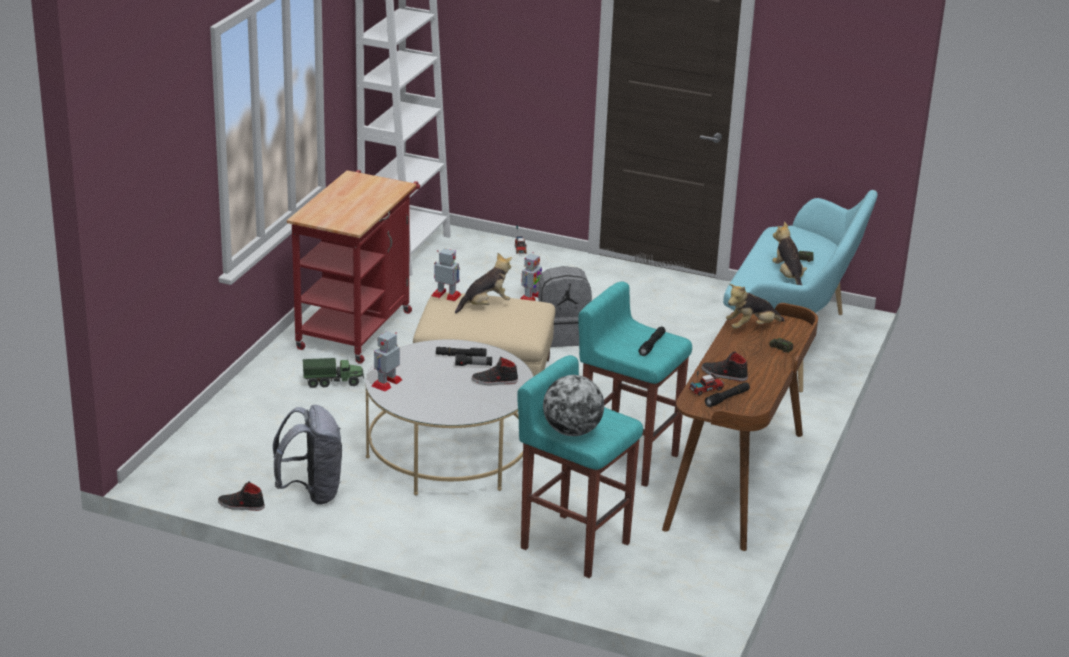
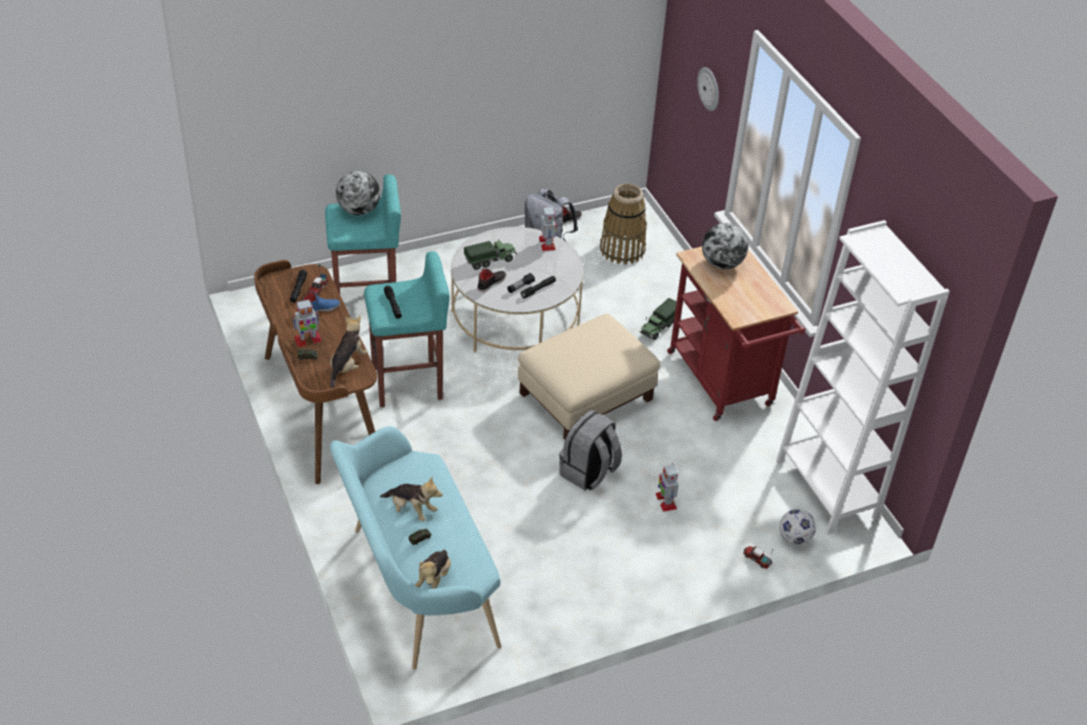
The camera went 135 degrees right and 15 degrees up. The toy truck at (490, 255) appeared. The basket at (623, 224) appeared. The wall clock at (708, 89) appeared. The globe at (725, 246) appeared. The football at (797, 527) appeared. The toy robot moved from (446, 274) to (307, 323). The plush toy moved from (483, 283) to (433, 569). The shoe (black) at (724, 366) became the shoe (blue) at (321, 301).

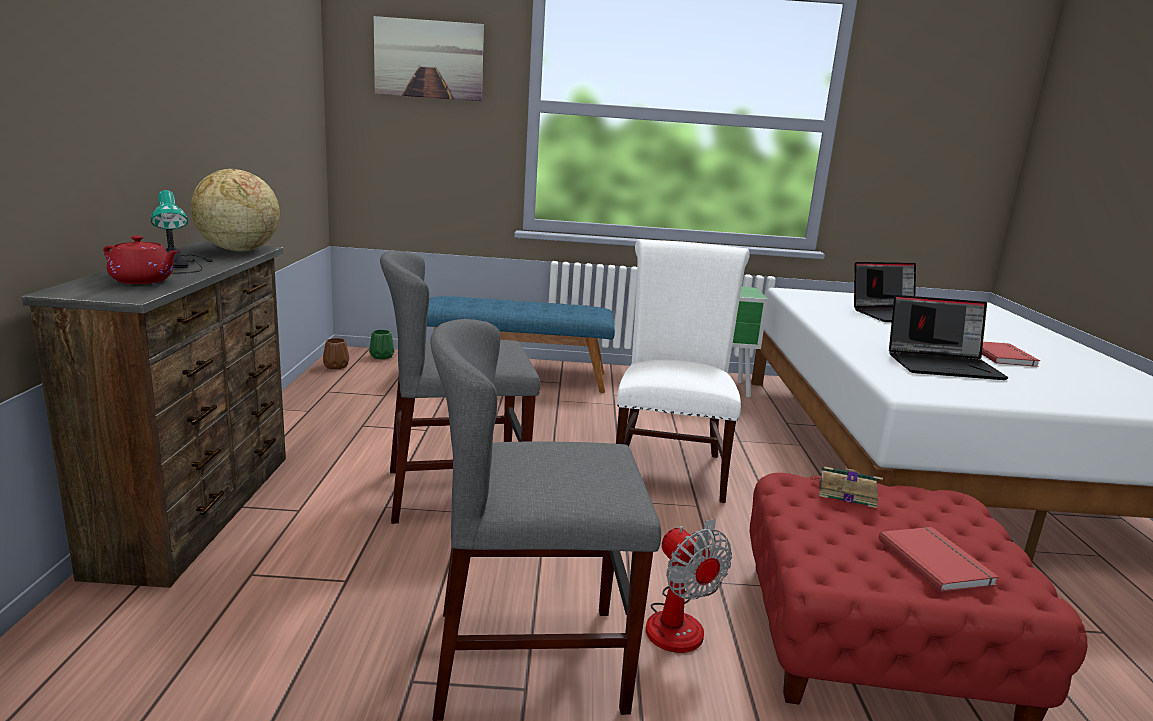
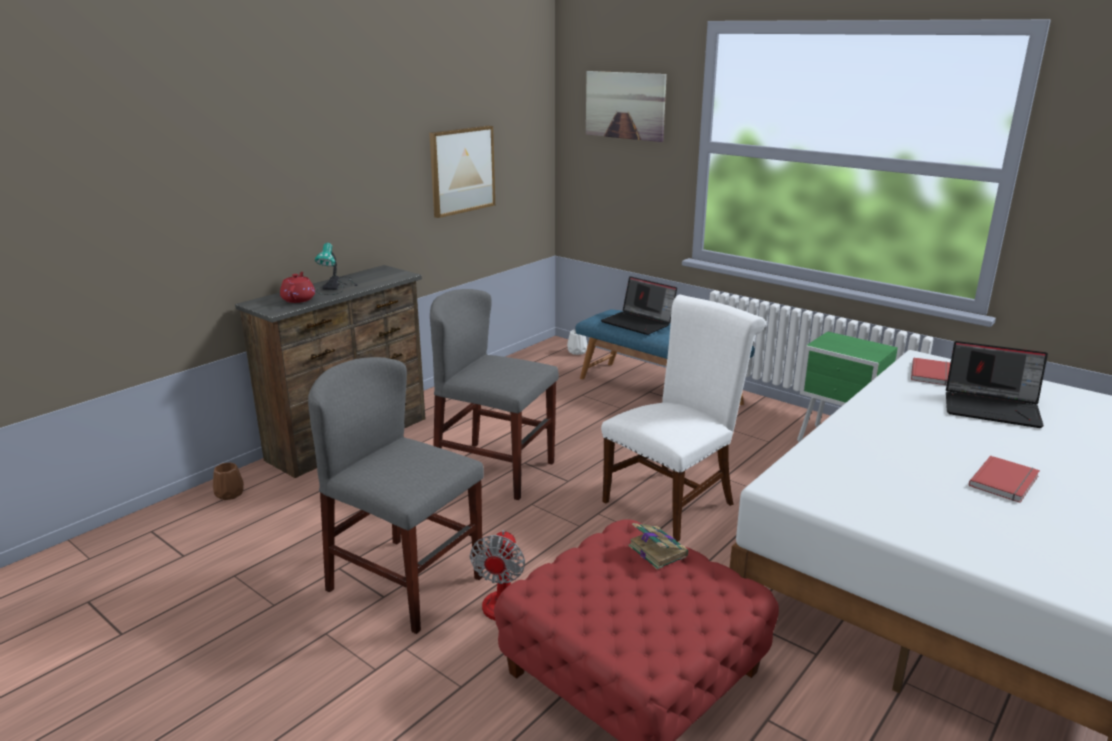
The camera went 40 degrees right and 5 degrees up. The globe at (235, 210) disappeared. The picture at (462, 171) appeared. The vase (brown) moved from (336, 353) to (228, 481). The book (red) moved from (938, 559) to (930, 371). The laptop moved from (949, 337) to (639, 305). The vase (green) at (381, 344) became the vase (white) at (577, 342). The teapot (red) at (141, 260) turned 150 degrees counterclockwise.

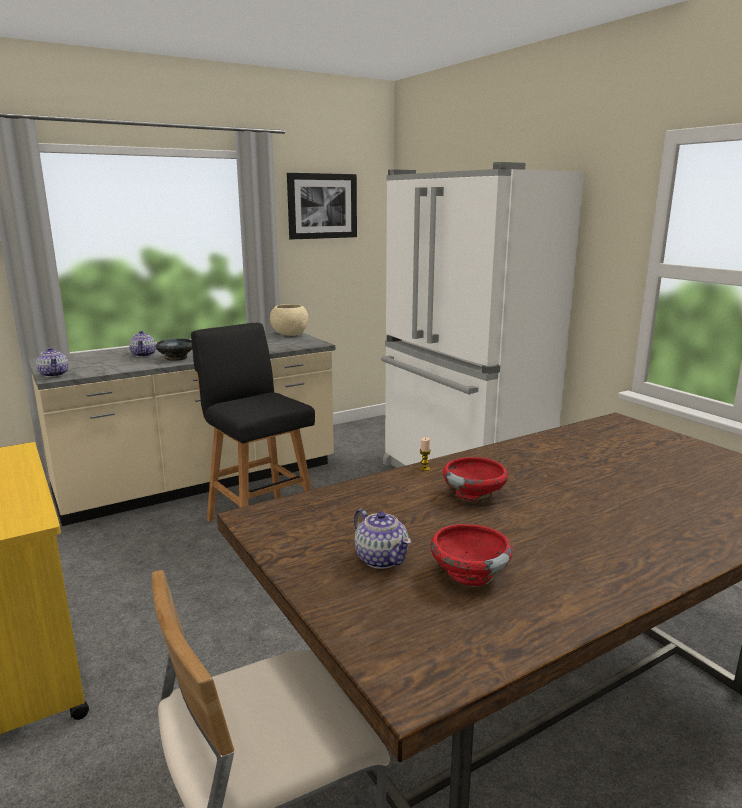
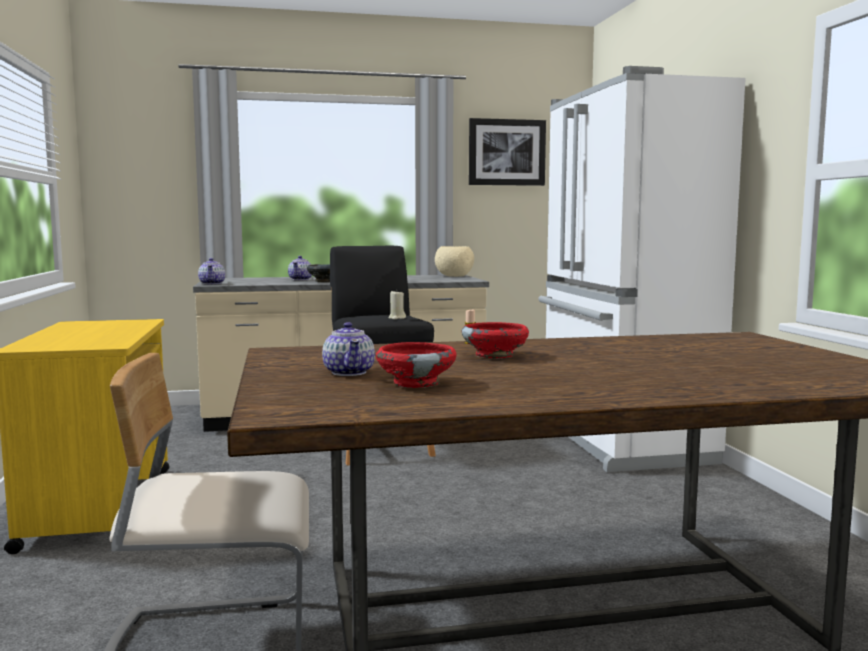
The camera went 20 degrees right and 10 degrees down. The candle (beige) at (397, 305) appeared.

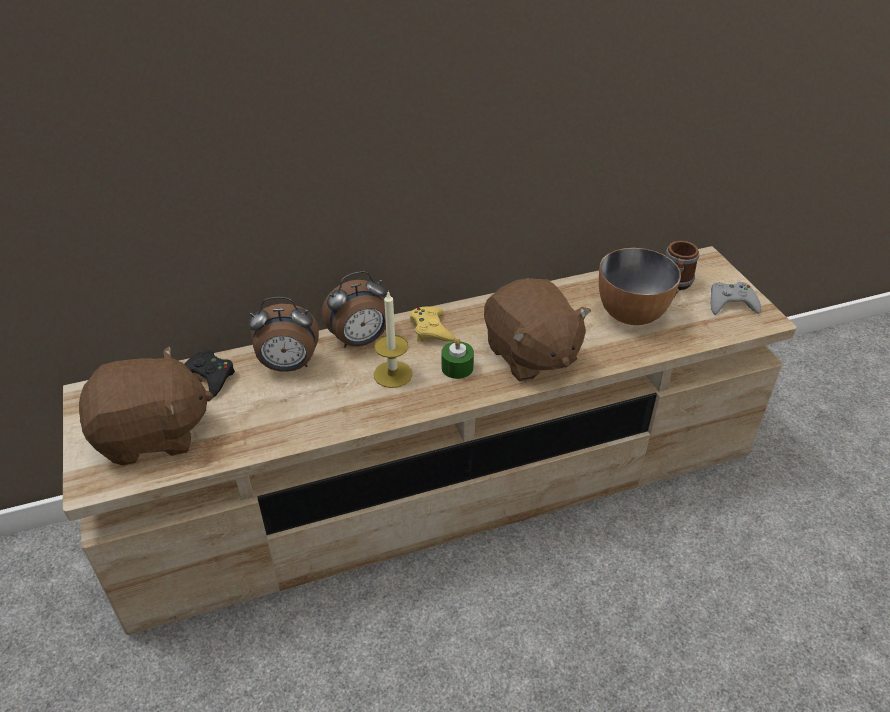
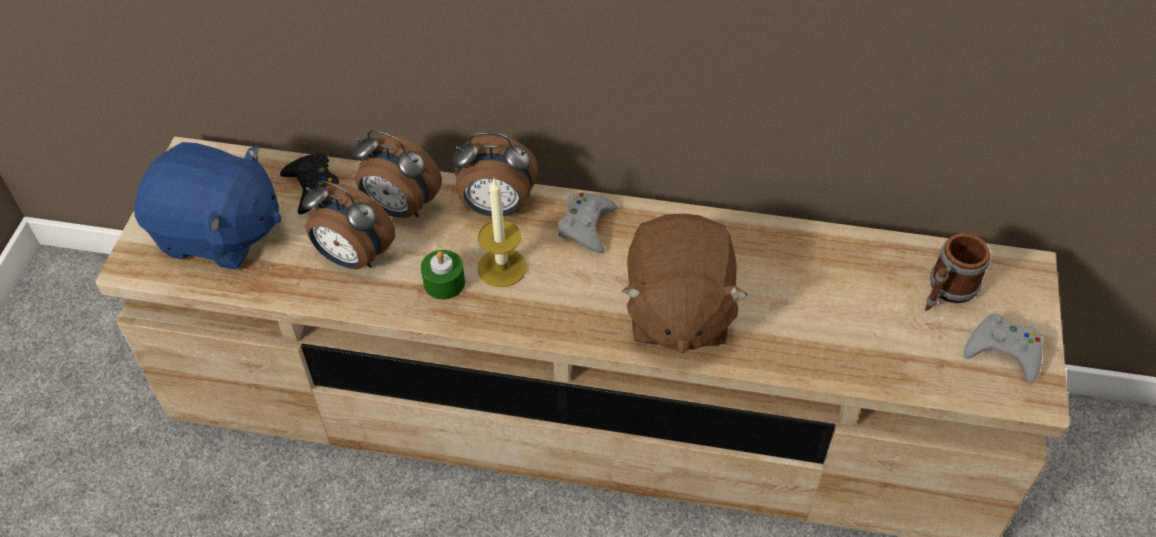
The camera went 30 degrees right and 10 degrees up. The bowl at (640, 286) disappeared. The alarm clock at (348, 224) appeared. The candle (green) moved from (457, 358) to (443, 275). The plush toy (brown) at (146, 406) became the plush toy (blue) at (207, 206). The game controller (yellow) at (433, 324) became the game controller (grey) at (588, 223).

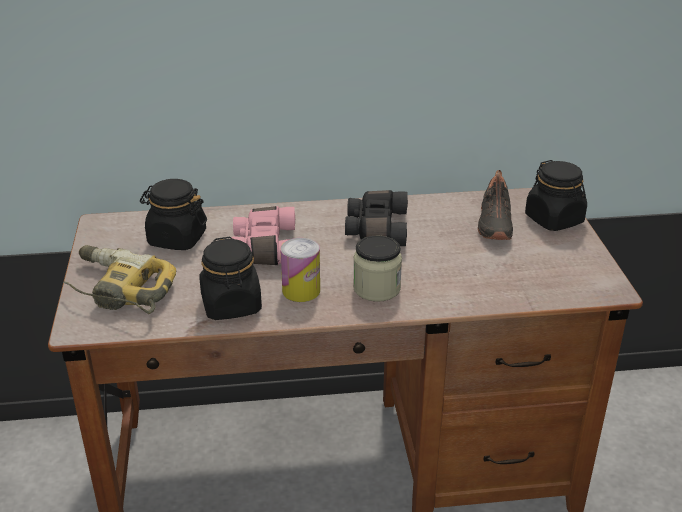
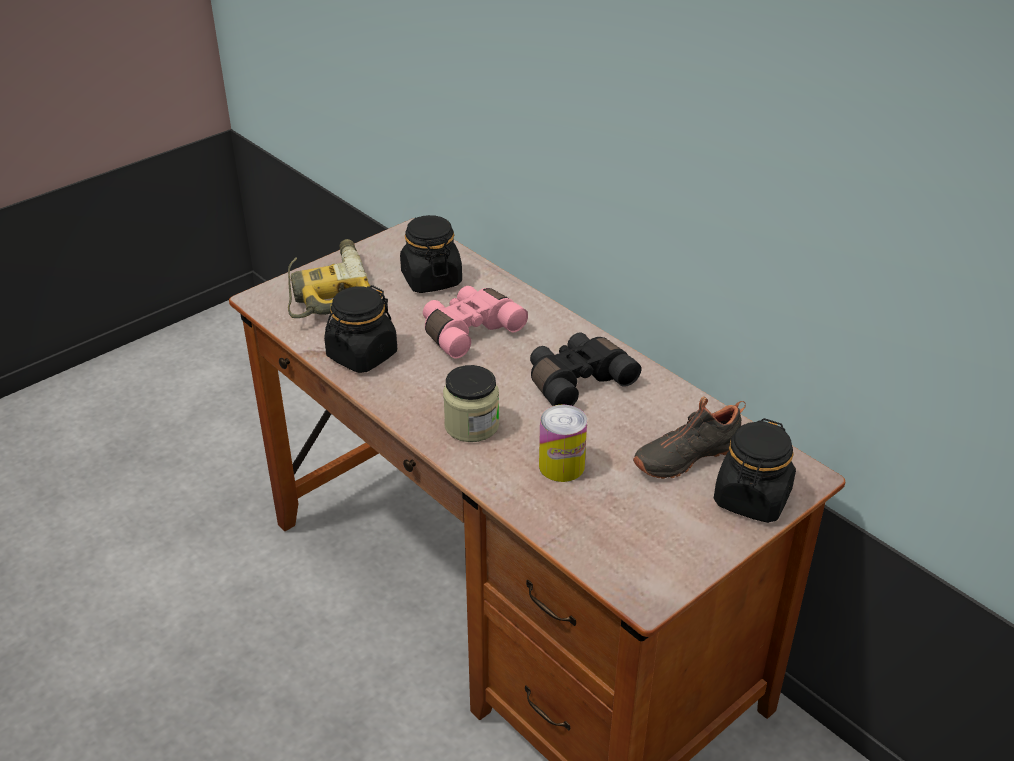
The camera went 55 degrees right and 5 degrees up. The can moved from (300, 270) to (563, 443).

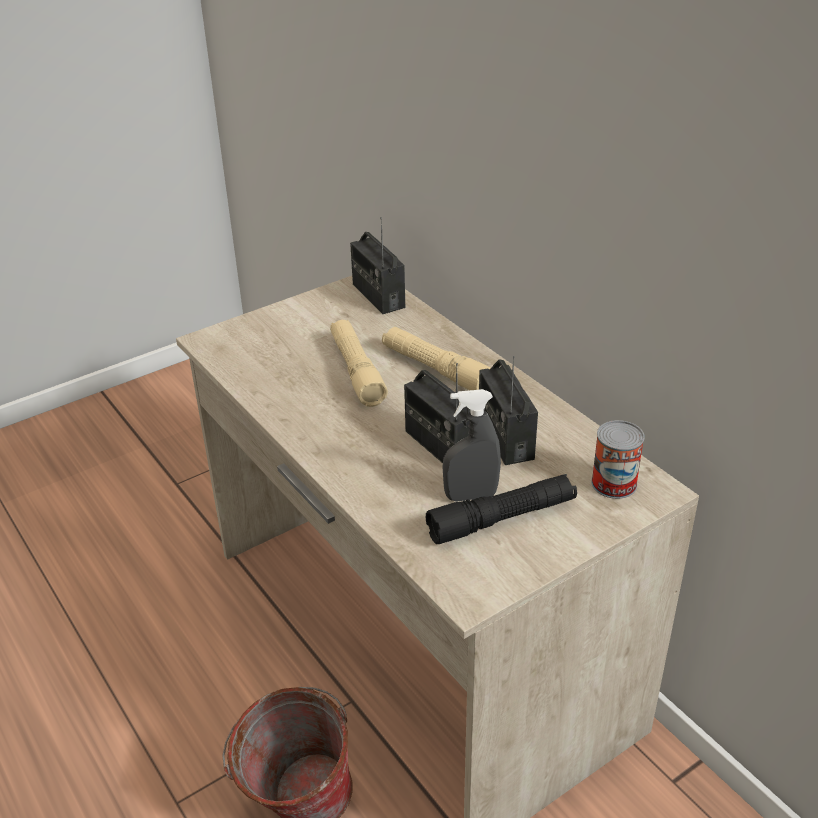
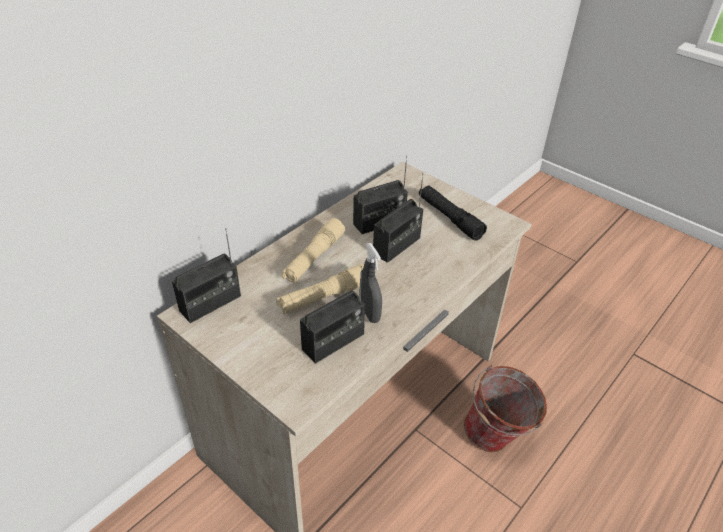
The camera went 105 degrees left and 5 degrees up. The can at (618, 459) disappeared. The radio at (332, 315) appeared. The spray bottle (grey) moved from (471, 445) to (371, 283).

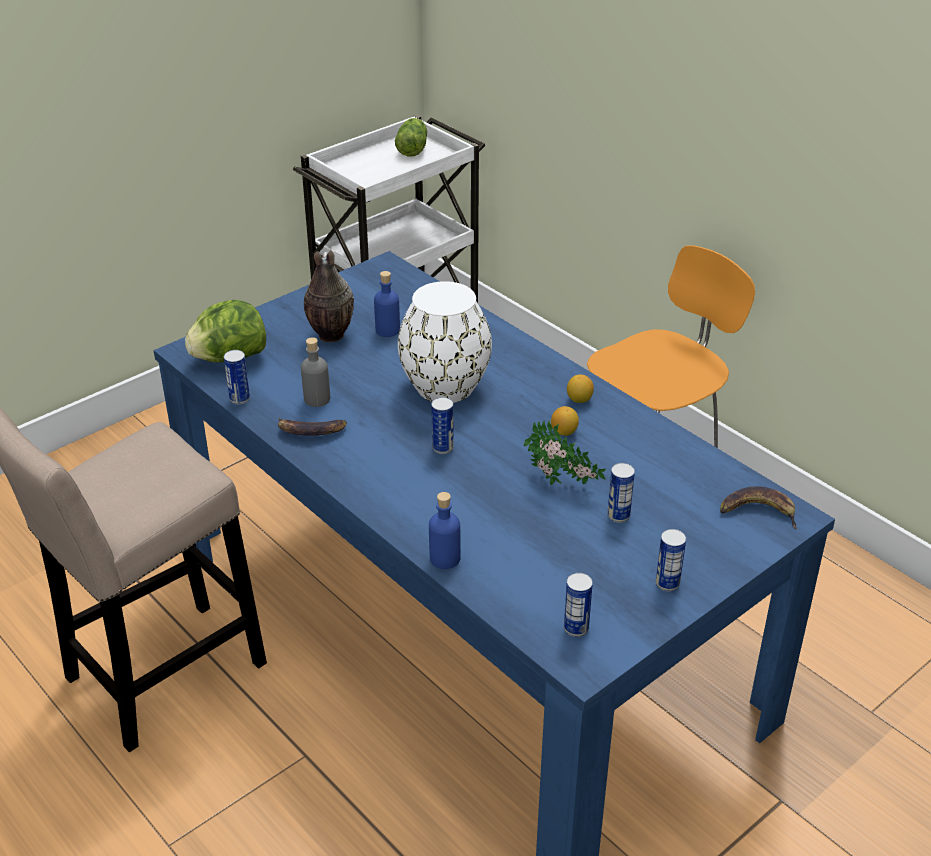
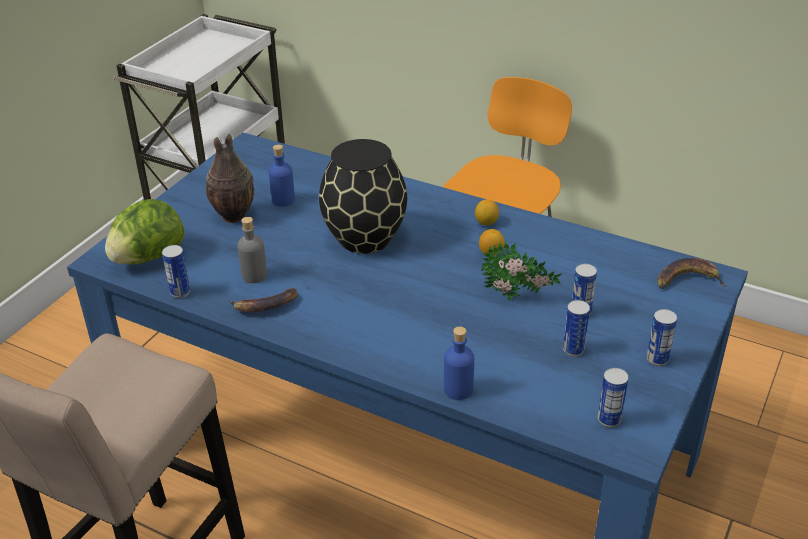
The camera went 20 degrees left and 0 degrees up. The lettuce at (411, 137) disappeared. The can moved from (442, 425) to (576, 328). The vase (white) at (445, 342) became the vase (black) at (363, 196).

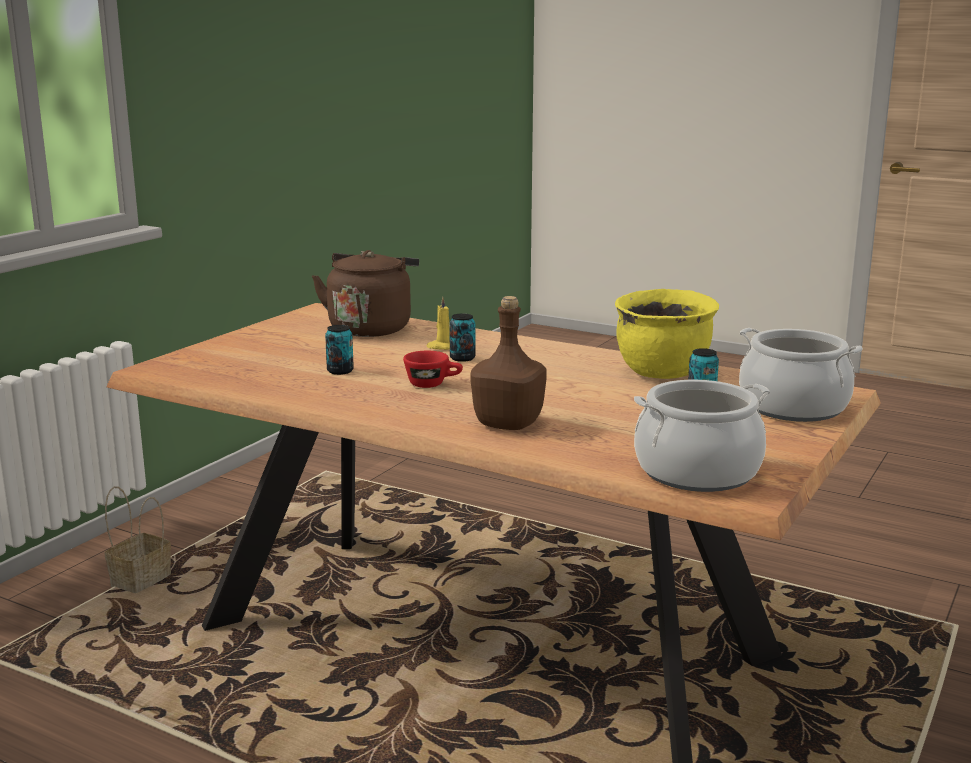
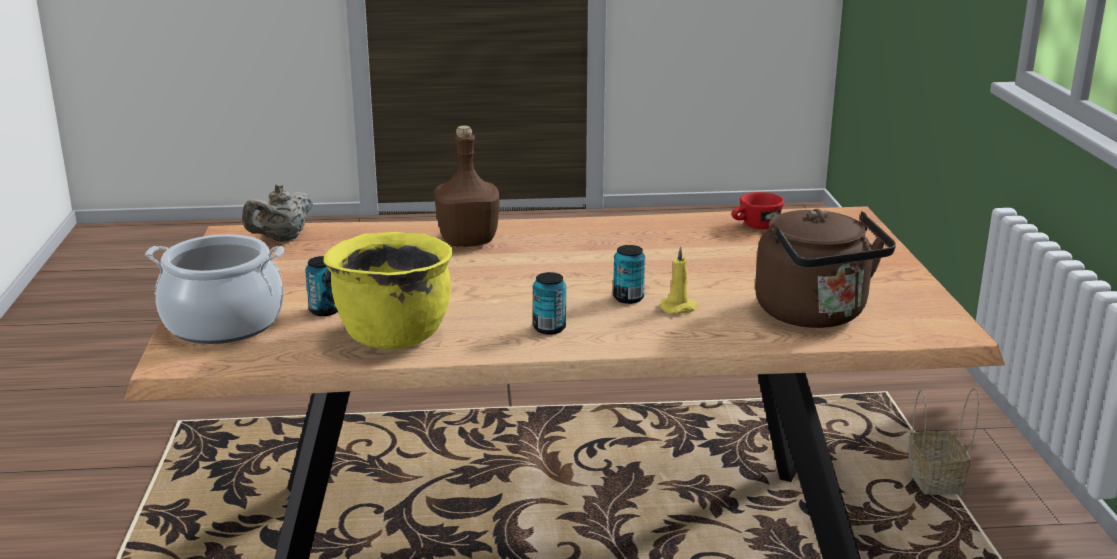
The camera went 145 degrees right and 5 degrees up. The can moved from (339, 350) to (549, 303). The cup (red) moved from (433, 369) to (757, 210). The cooking pot at (702, 436) was replaced by the teapot (beige) at (277, 213).

